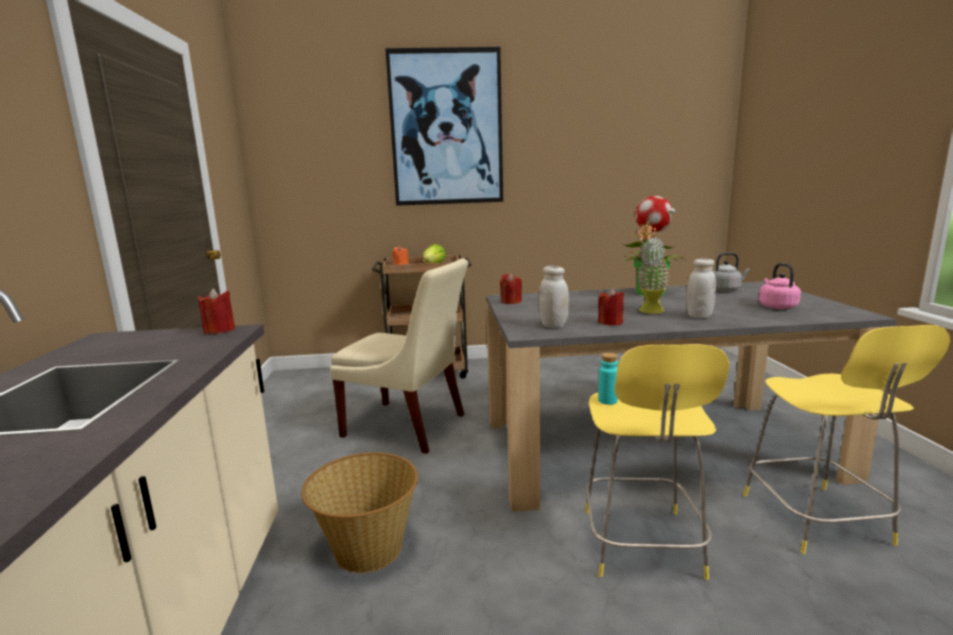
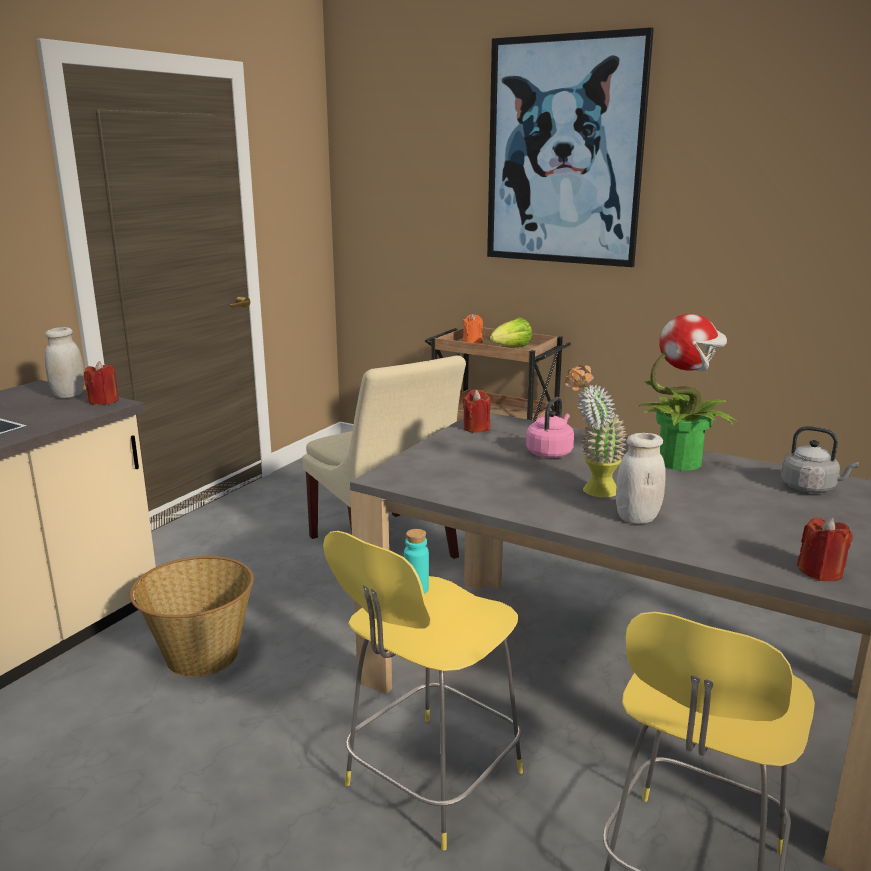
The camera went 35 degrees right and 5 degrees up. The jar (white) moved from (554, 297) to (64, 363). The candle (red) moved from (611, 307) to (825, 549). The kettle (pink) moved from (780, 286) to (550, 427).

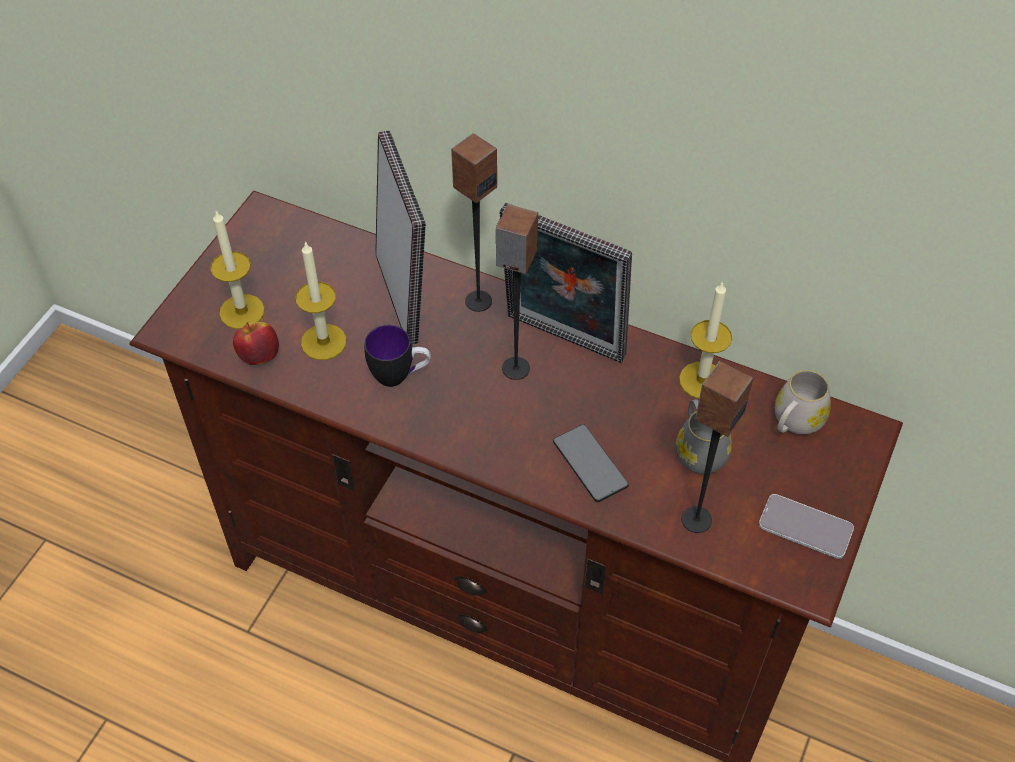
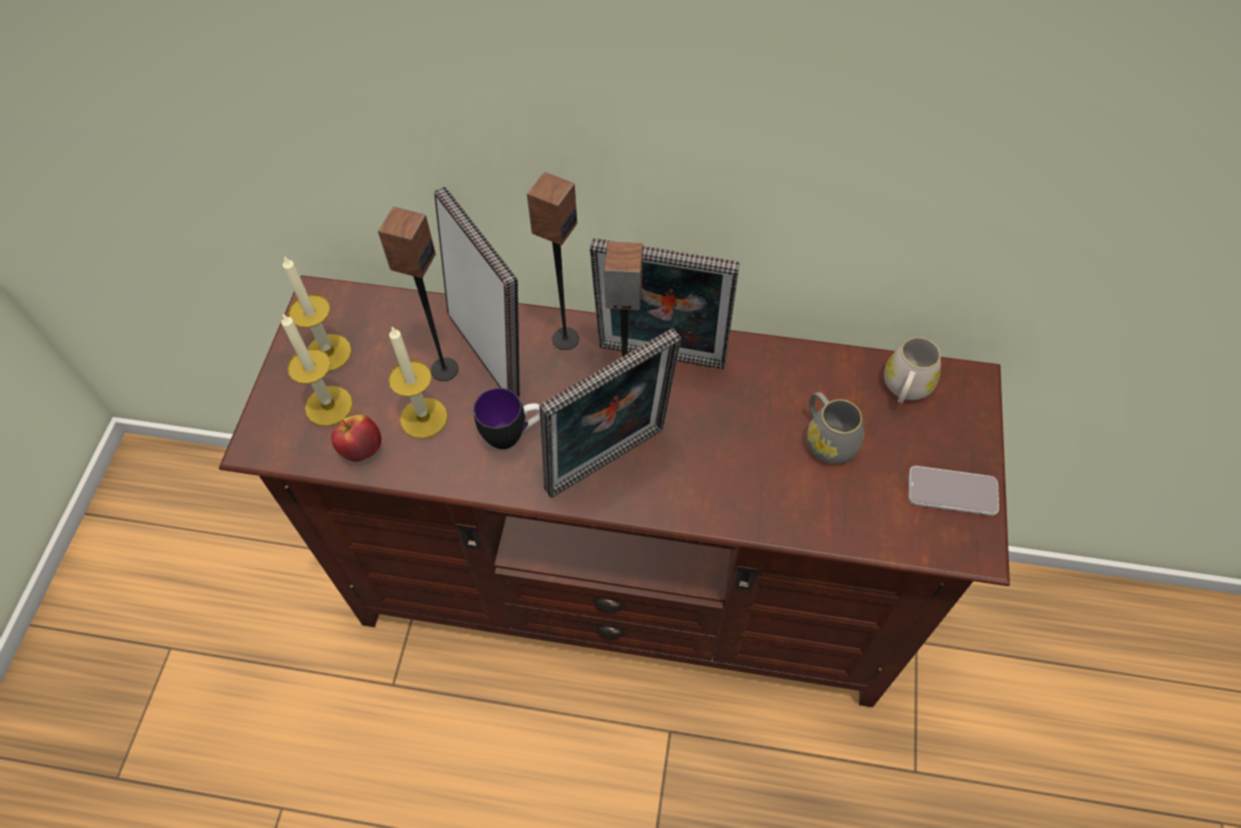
The camera went 15 degrees left and 5 degrees up. The phone at (591, 463) disappeared. The picture frame at (610, 413) appeared. The candle moved from (705, 340) to (317, 314). The speaker moved from (717, 447) to (418, 294).

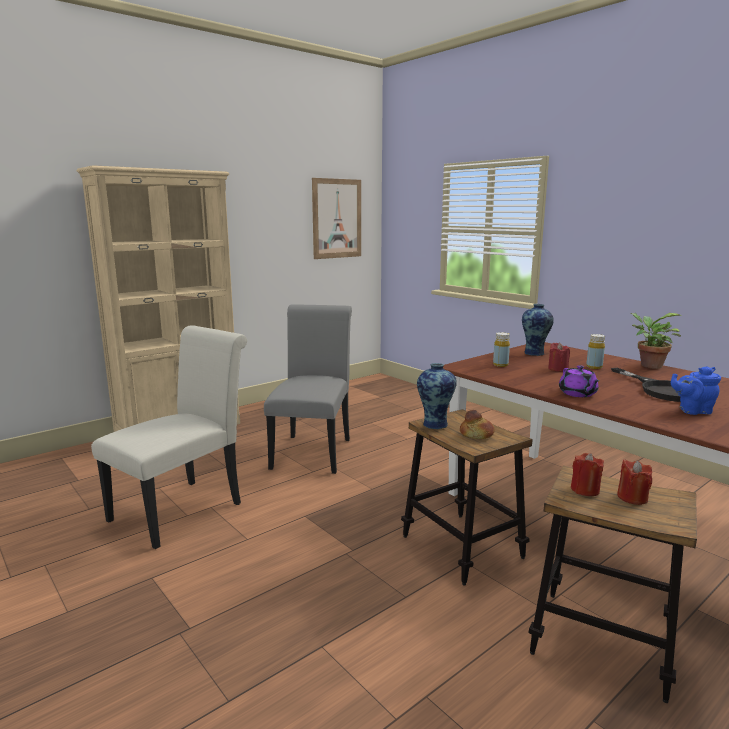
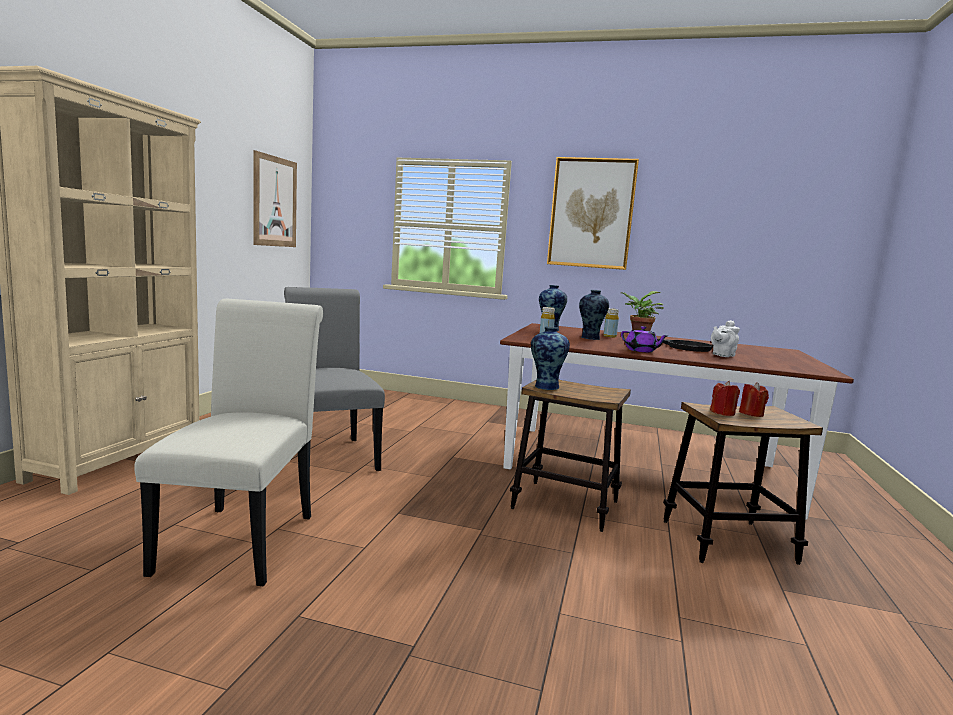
The camera went 35 degrees left and 5 degrees down. The bread at (477, 424) disappeared. The picture at (593, 213) appeared. The candle (red) at (559, 357) was replaced by the vase at (594, 315). The teapot (blue) at (696, 390) became the teapot (white) at (725, 338).

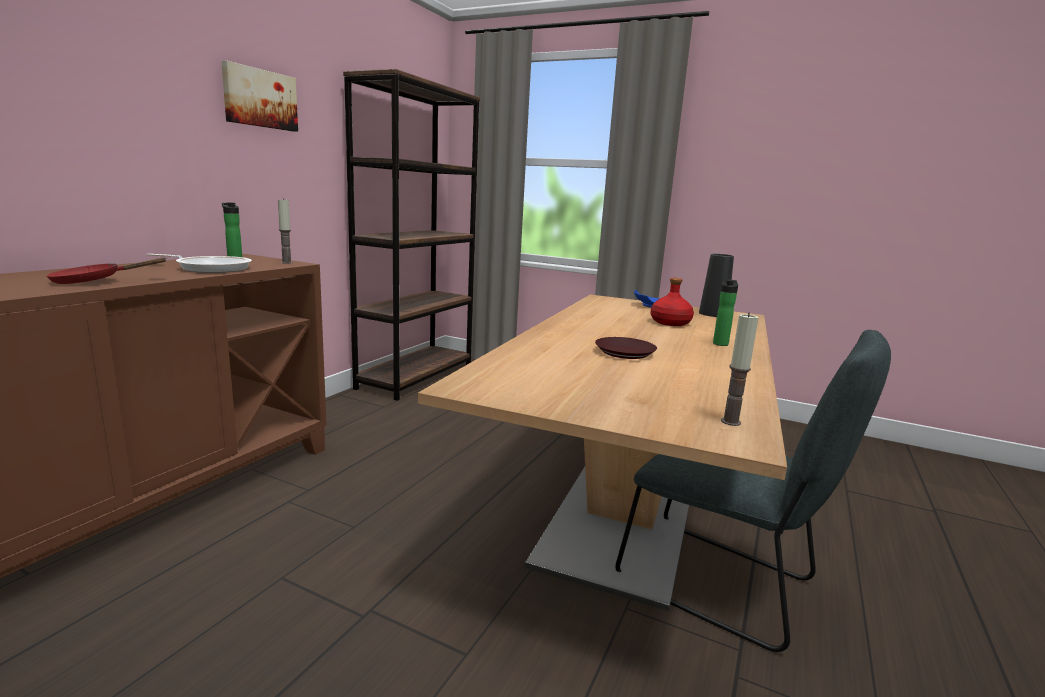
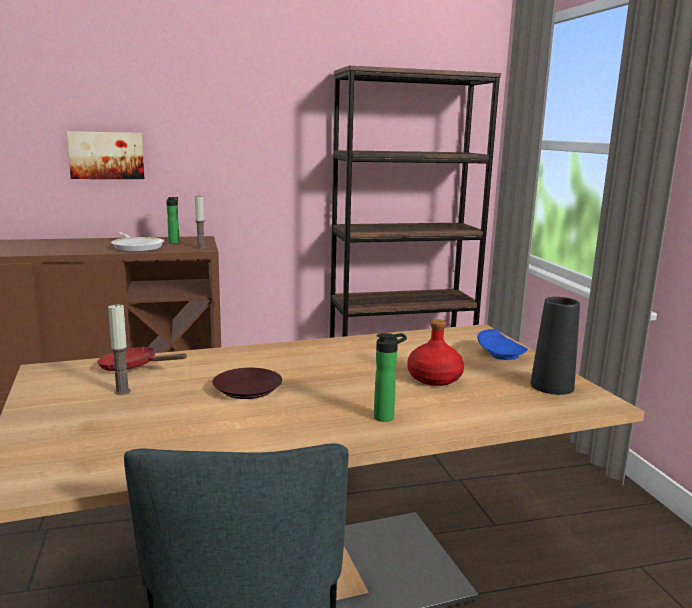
The camera went 50 degrees right and 0 degrees up. The frying pan (red) moved from (106, 270) to (142, 359). The picture moved from (259, 96) to (105, 155). The candle moved from (740, 369) to (119, 350).

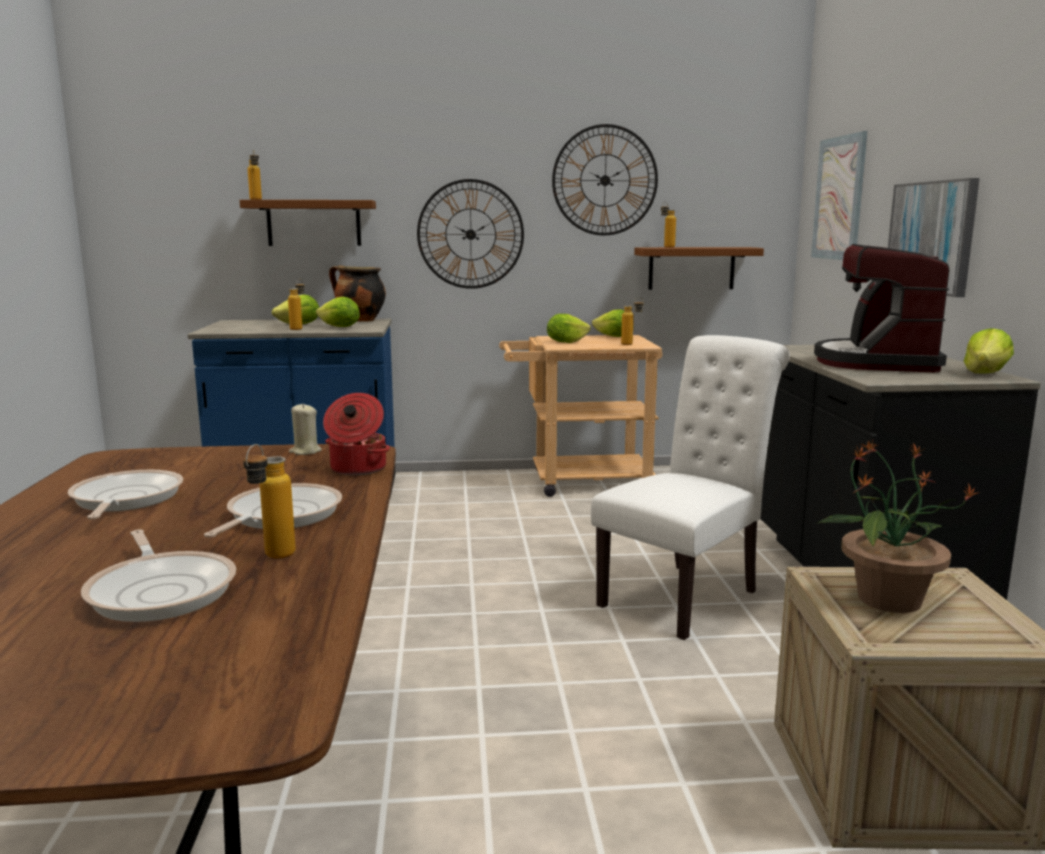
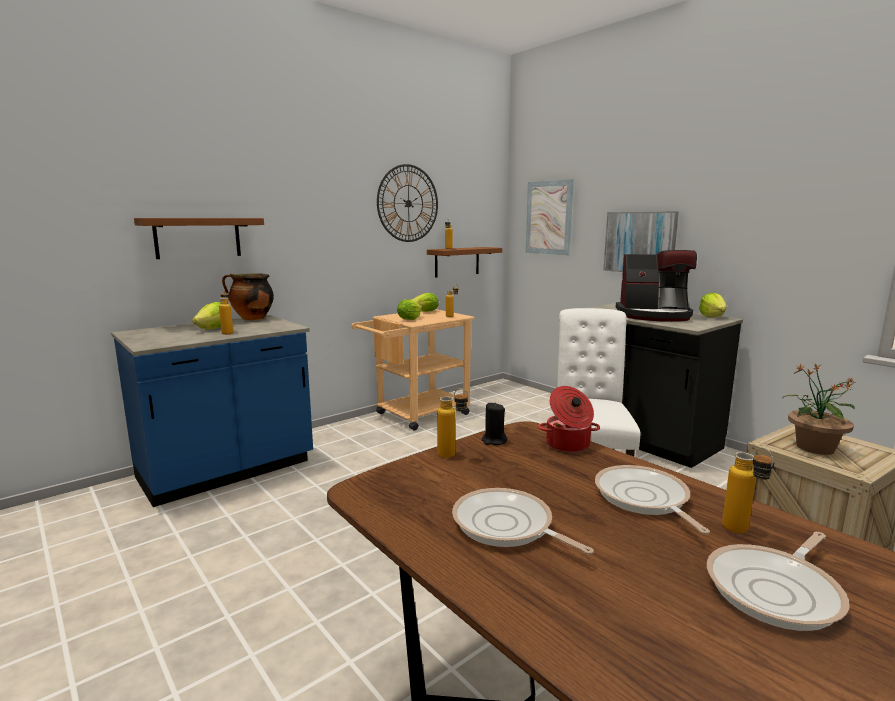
The camera went 35 degrees left and 0 degrees up. The lettuce at (338, 312) disappeared. The wall clock at (470, 234) disappeared. The bottle moved from (255, 175) to (452, 423). The candle (beige) at (305, 429) became the candle (black) at (494, 423). The frying pan at (158, 576) turned 120 degrees clockwise. The coffee machine at (882, 308) turned 60 degrees counterclockwise.

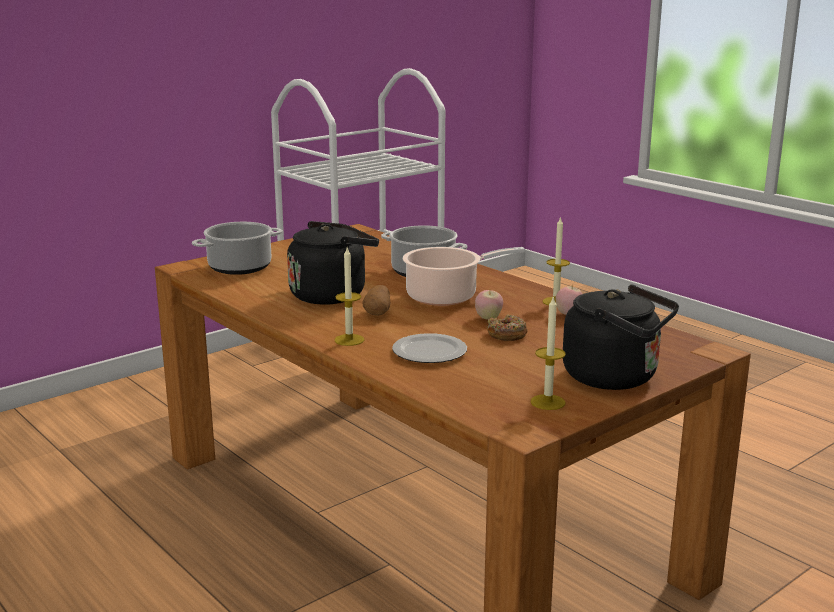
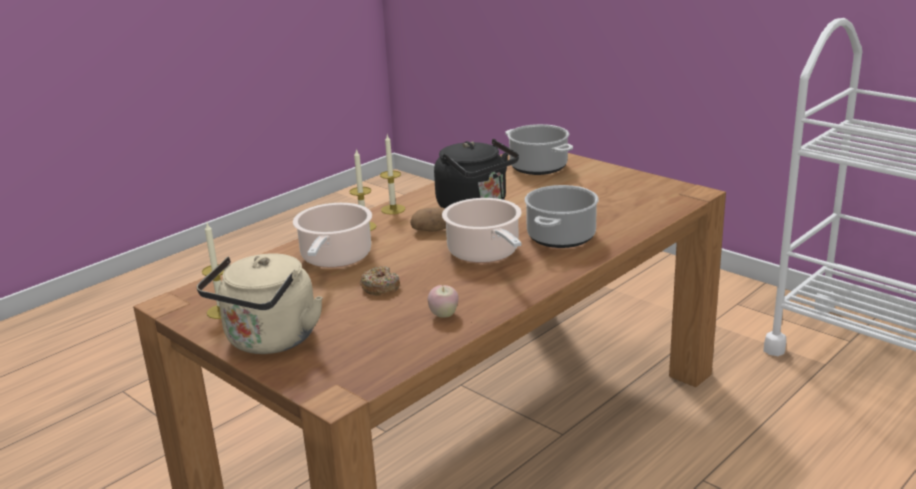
The camera went 85 degrees right and 5 degrees up. The apple at (489, 304) disappeared. The candle moved from (556, 260) to (392, 175). The plate at (429, 348) was replaced by the cooking pot at (332, 235). The kettle (black) at (621, 337) became the kettle (beige) at (260, 303).

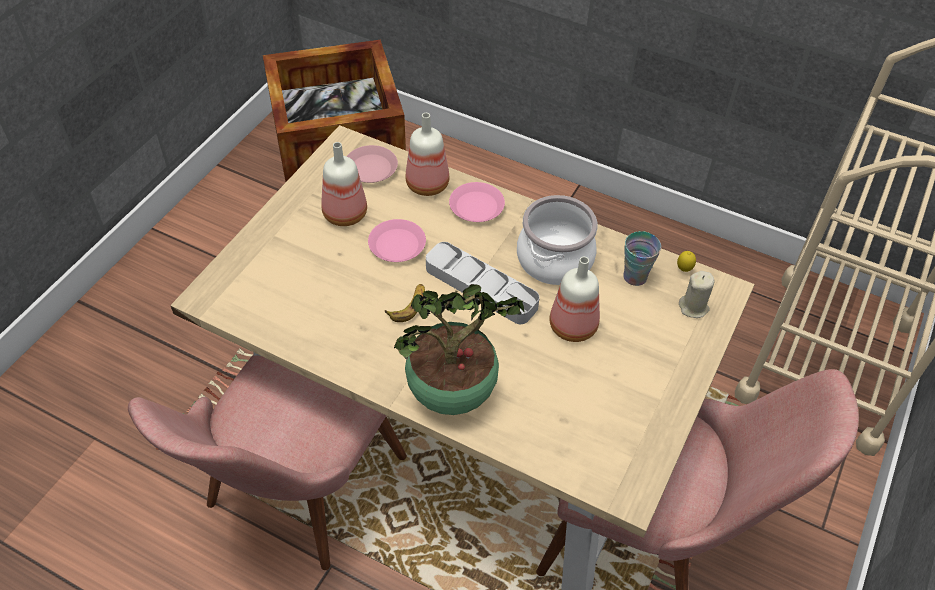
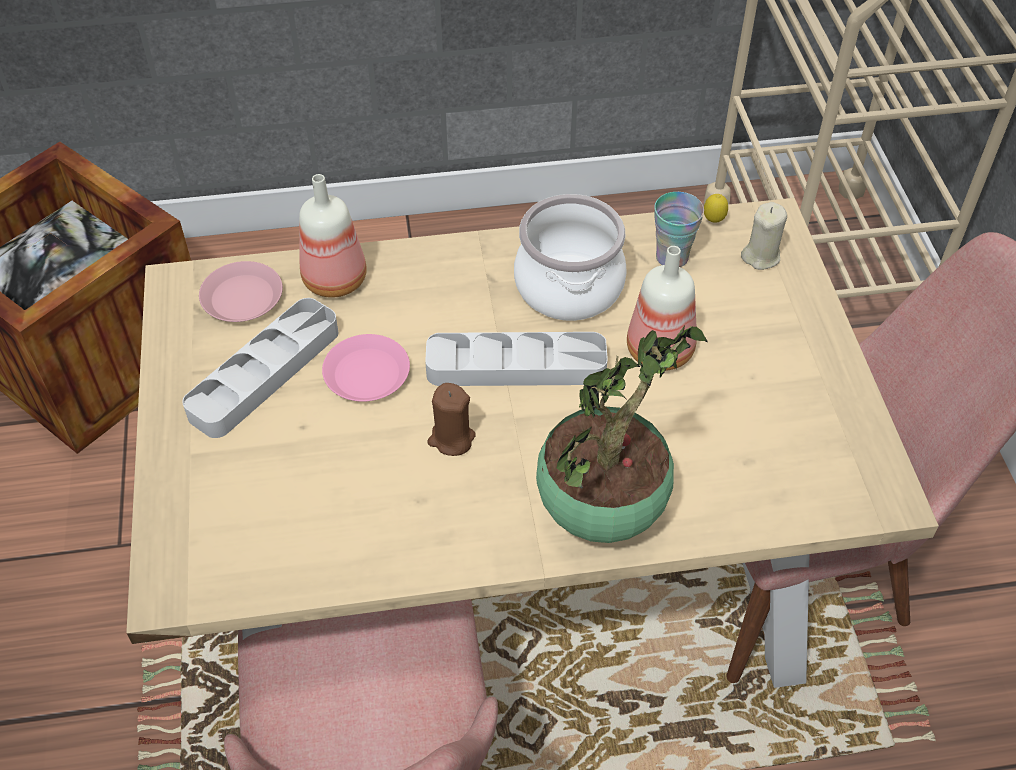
The camera went 35 degrees left and 0 degrees up. The plate (pink) at (477, 202) disappeared. The bottle at (344, 184) was replaced by the tray (grey) at (260, 368). The banana at (405, 303) was replaced by the candle (brown) at (452, 419).

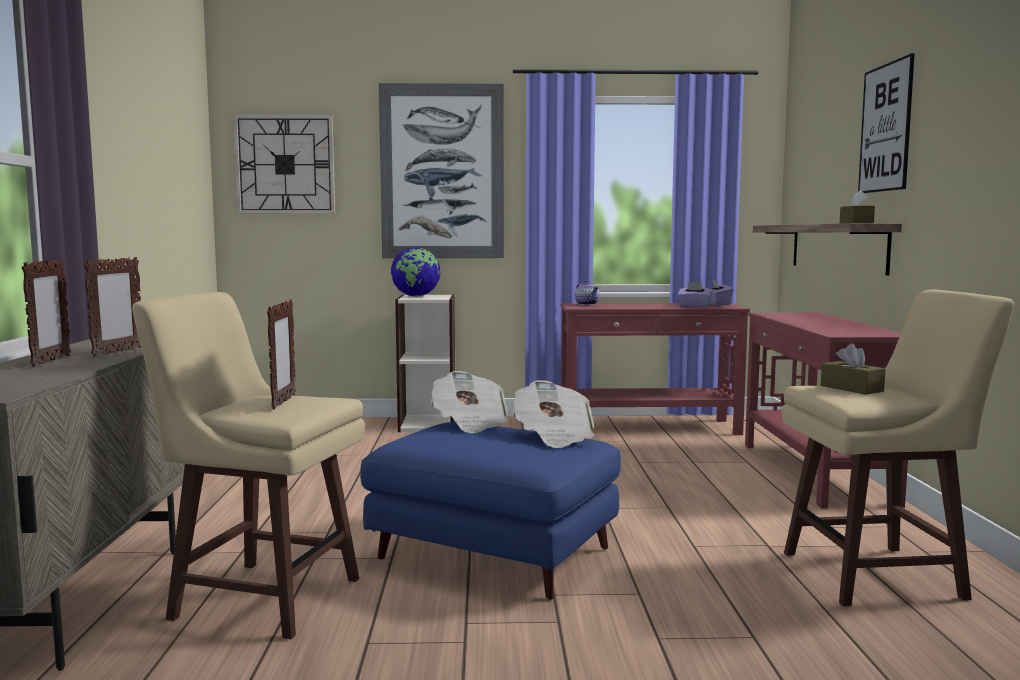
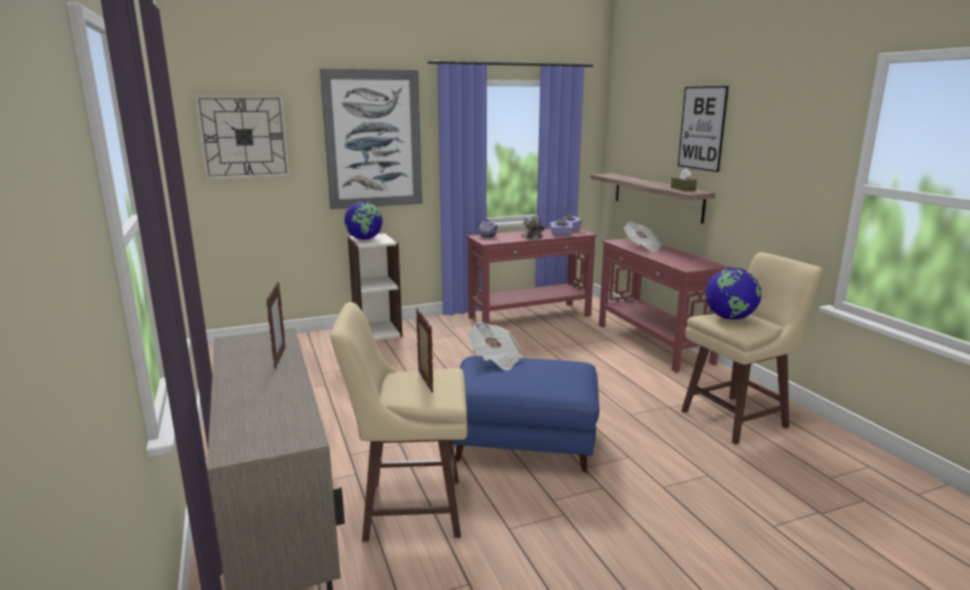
The camera went 20 degrees left and 10 degrees up. The picture frame at (46, 312) disappeared. The plush toy at (533, 226) appeared. The newspaper moved from (554, 414) to (644, 237). The tissue box (brown) at (853, 369) was replaced by the globe at (733, 294).

